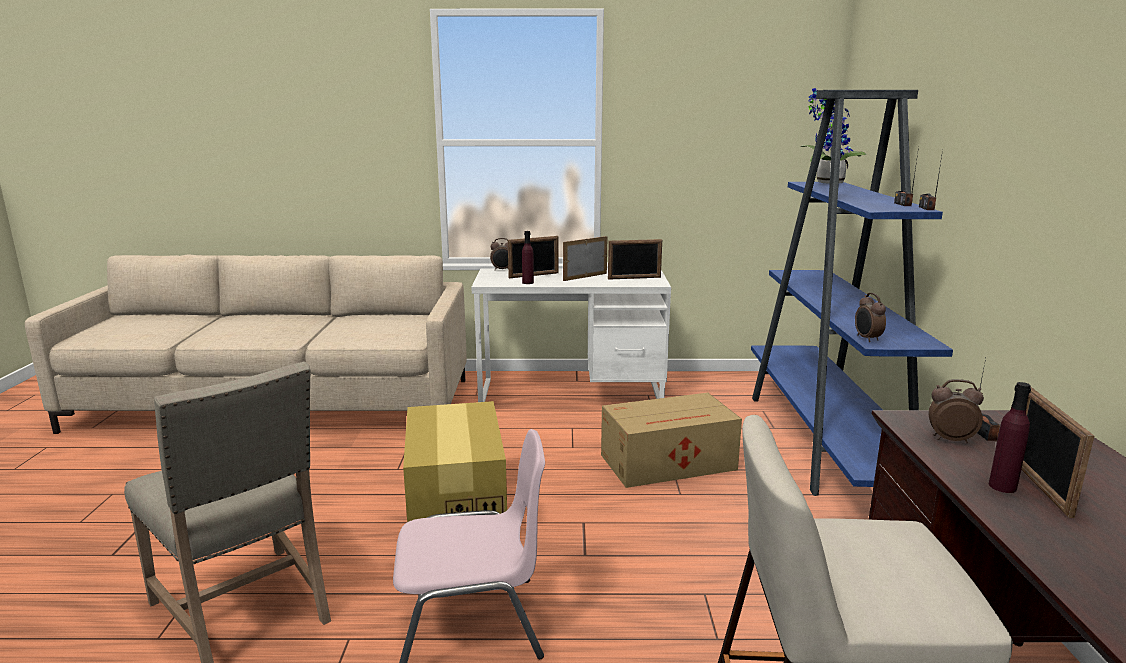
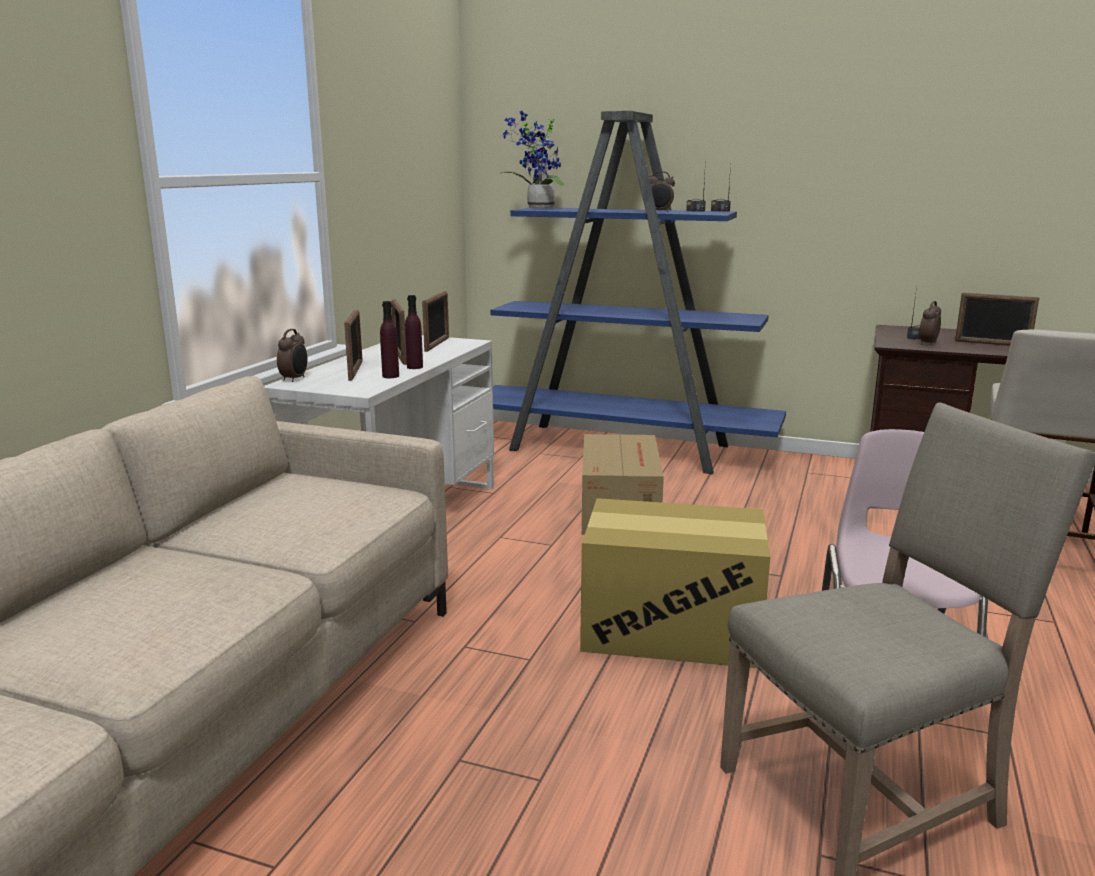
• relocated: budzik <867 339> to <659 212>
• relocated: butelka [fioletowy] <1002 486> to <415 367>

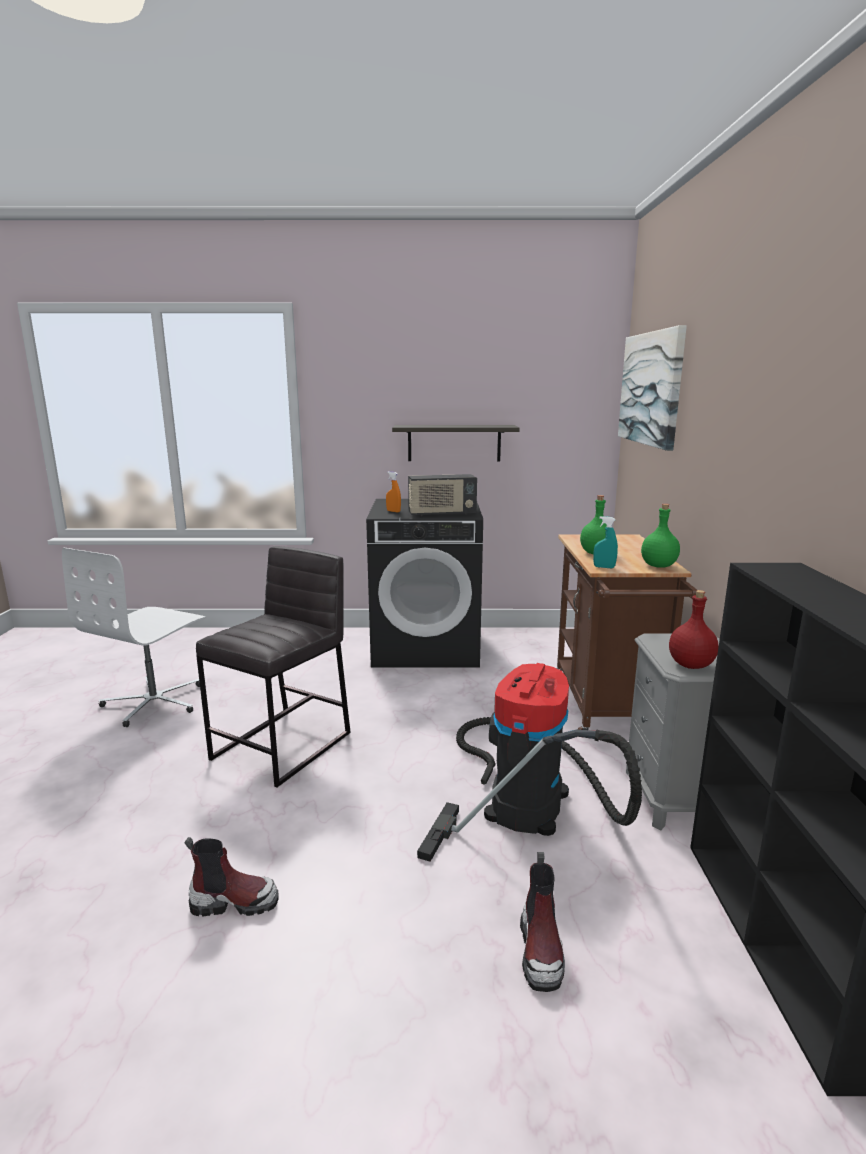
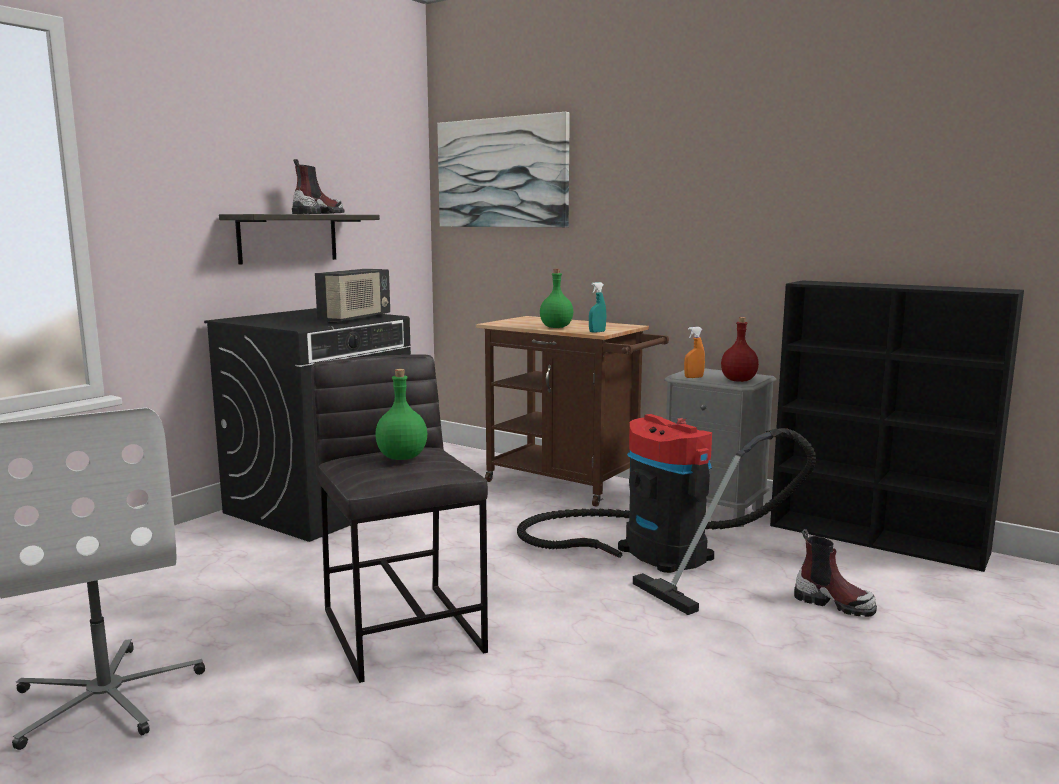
• relocated: spryskiwacz [pomarańczowy] <393 511> to <693 377>
• relocated: butelka [zielony] <659 566> to <403 457>
• relocated: but z cholewką <234 902> to <318 214>

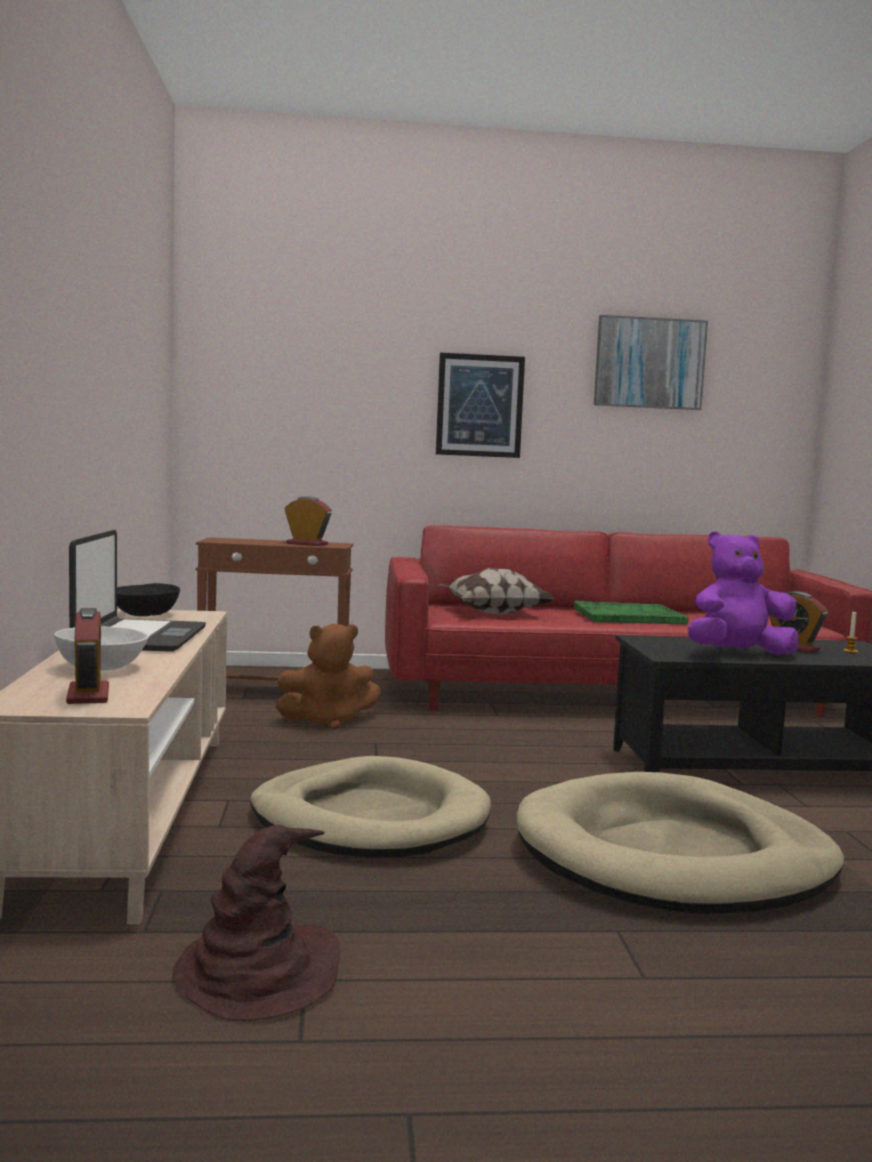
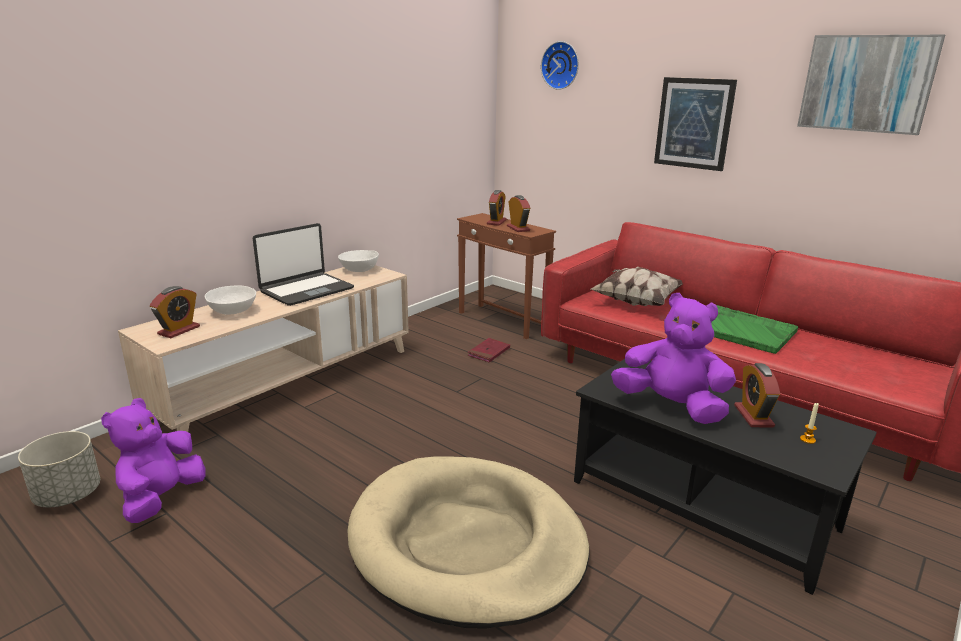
• colour: miska [czarny] <144 614> to miska [biały] <359 270>
• exchanged: pluszak [brązowy] <328 721> to książka [czerwony] <489 352>
• missing: legowisko [beżowy] <370 818>
• exchanged: kapelusz [brązowy] <258 973> to pluszak [fioletowy] <161 499>
• appeared: zegar ścienny <561 65>
• appeared: budzik <496 222>
• appeared: donica [szary] <67 495>

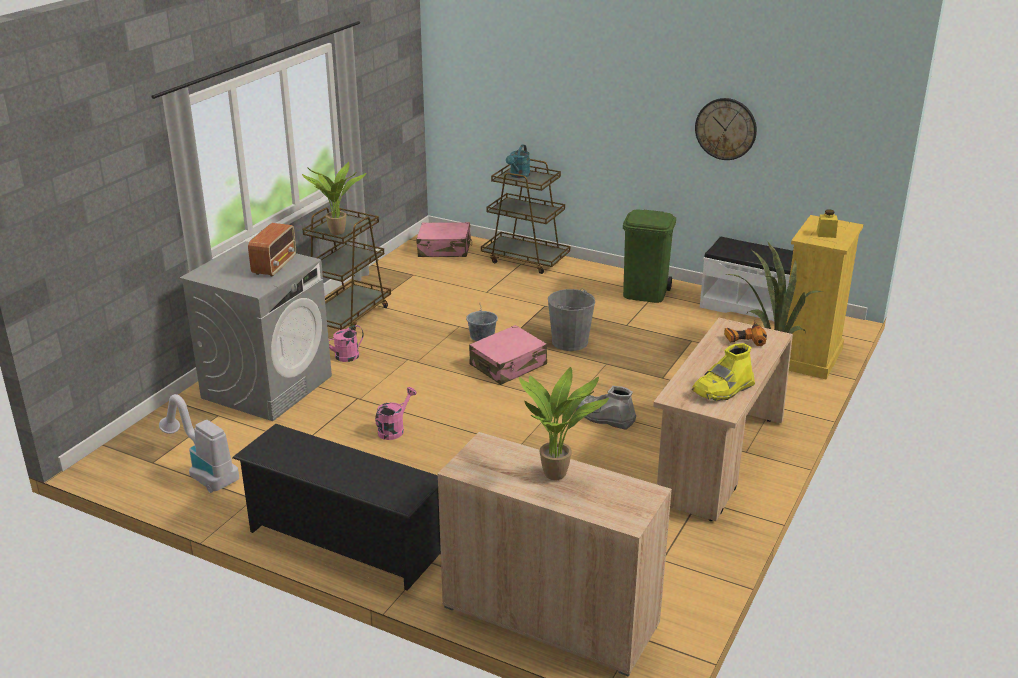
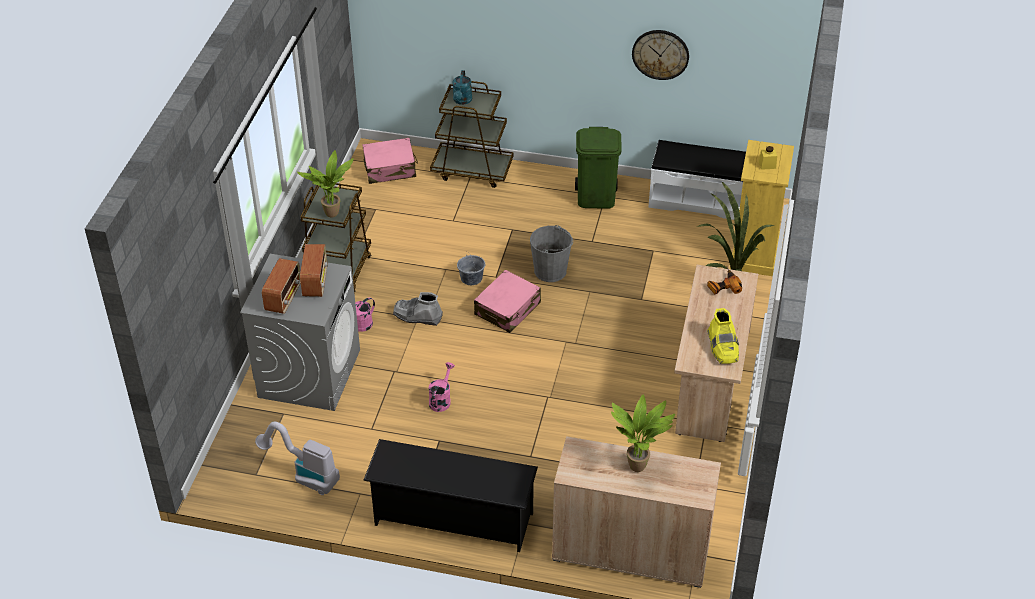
• spun: but z cholewką [żółty] <723 390> = <722 347> 45 degrees counterclockwise
• relocated: but z cholewką [szary] <605 418> to <417 316>
• appeared: radio <284 297>

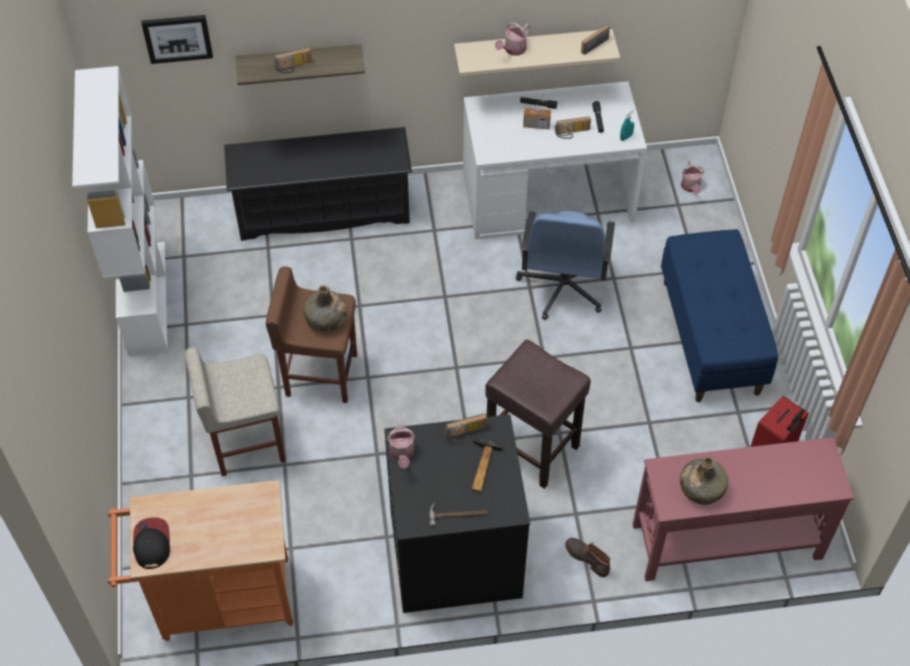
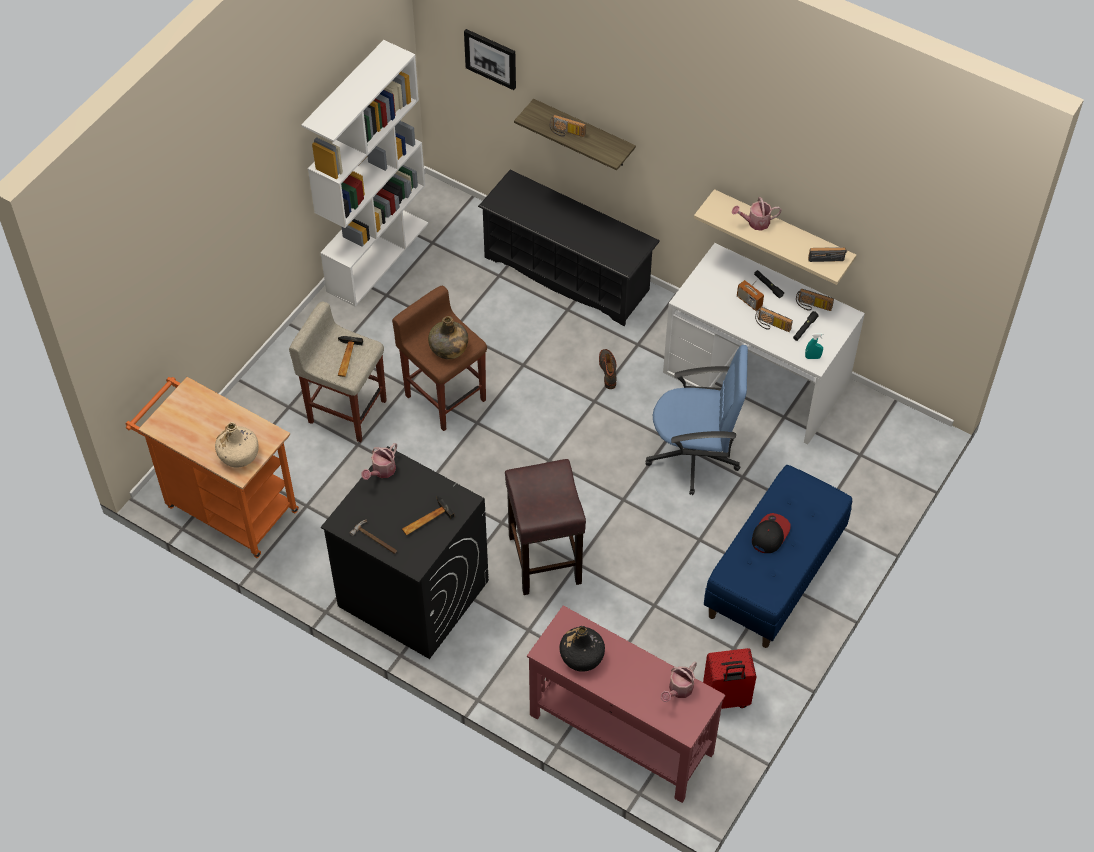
• relocated: konewka <690 187> to <678 690>
• spun: krzesło biurowe [niebieski] <563 286> = <694 455> 135 degrees counterclockwise
• relocated: radio <466 434> to <812 306>
• colour: butelka [zielony] <701 488> to butelka [czarny] <582 656>
• relocated: czapka z daszkiem <151 544> to <770 534>
• relocated: but z cholewką <588 558> to <608 371>
• appeared: młotek <345 358>
• appeared: butelka [beżowy] <239 454>

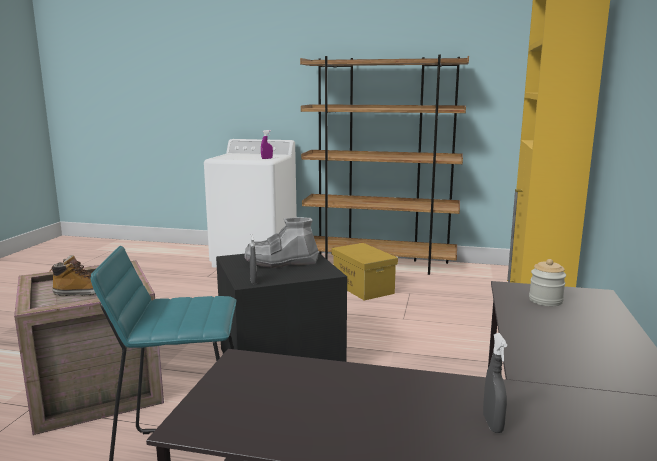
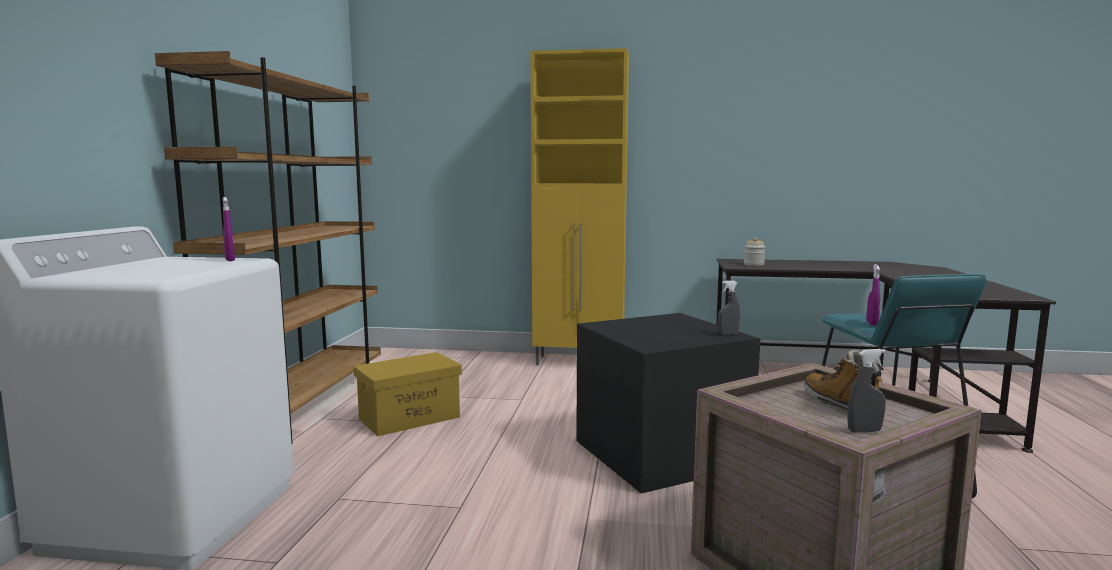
• missing: but z cholewką [szary] <281 262>
• relocated: spryskiwacz [szary] <492 424> to <864 431>
• appeared: spryskiwacz [fioletowy] <872 323>

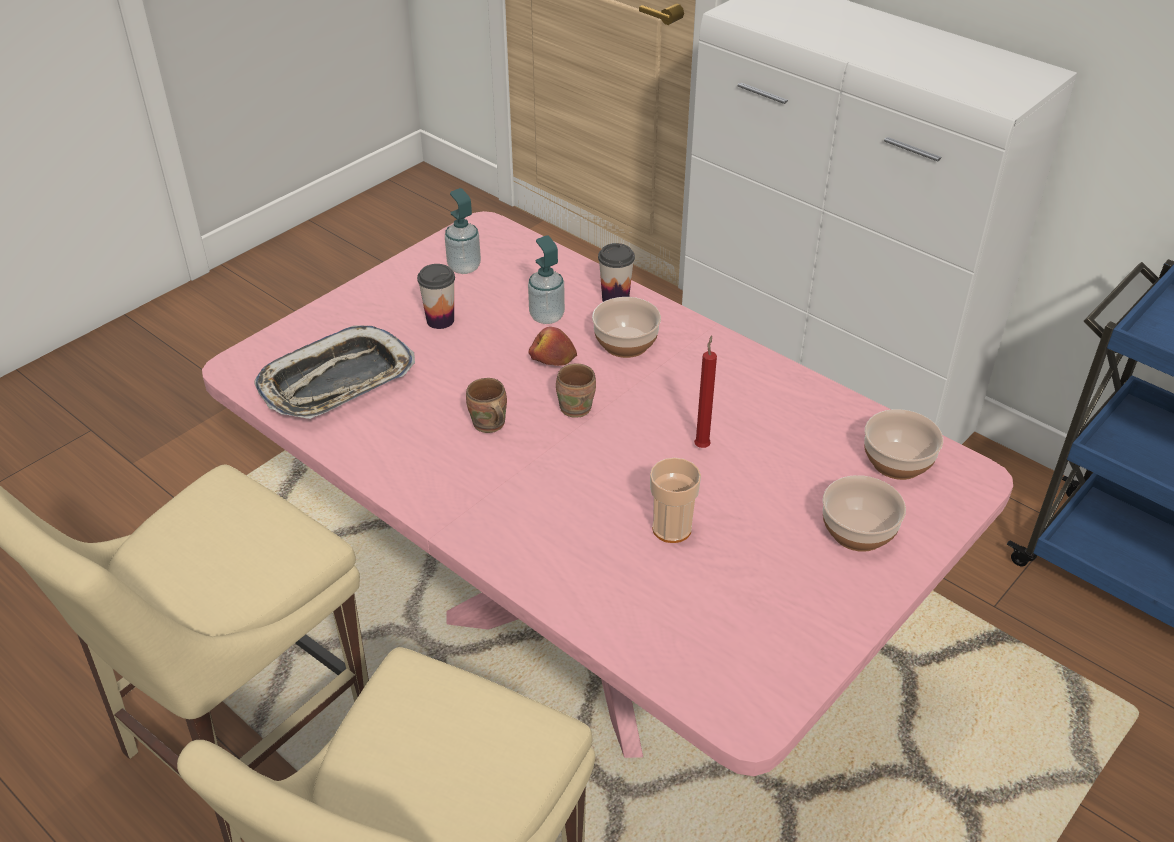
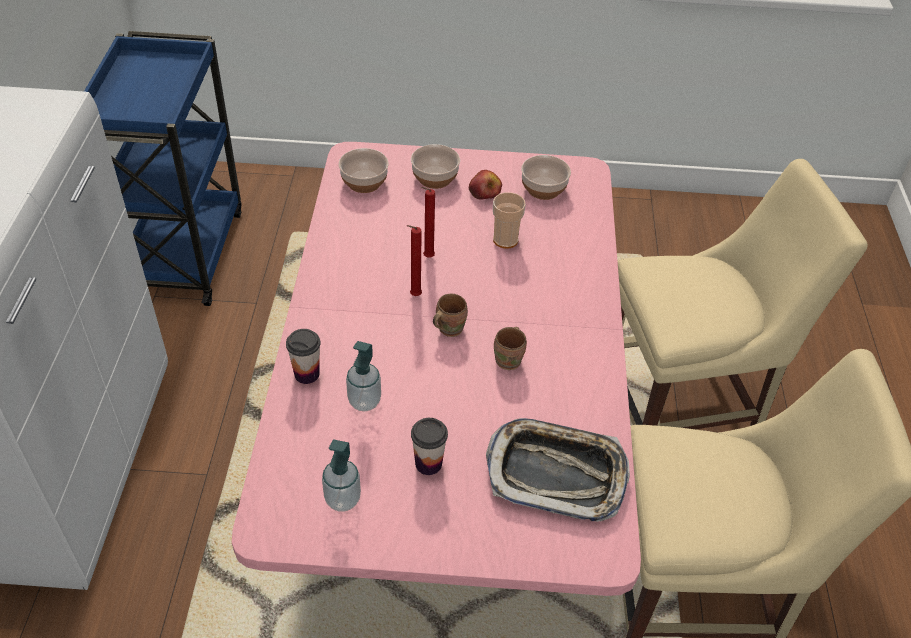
• relocated: miska <626 343> to <543 188>
• relocated: jabłko <552 359> to <485 192>
• appeared: świeca [czerwony] <414 296>

